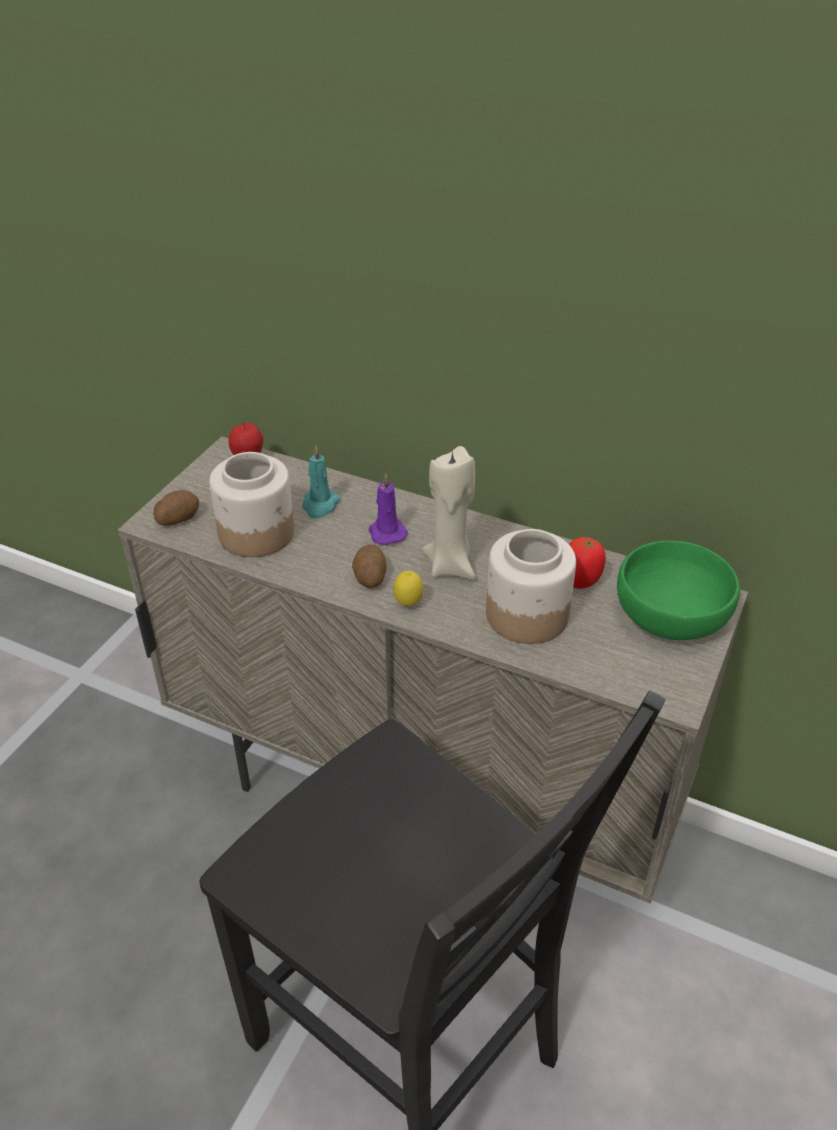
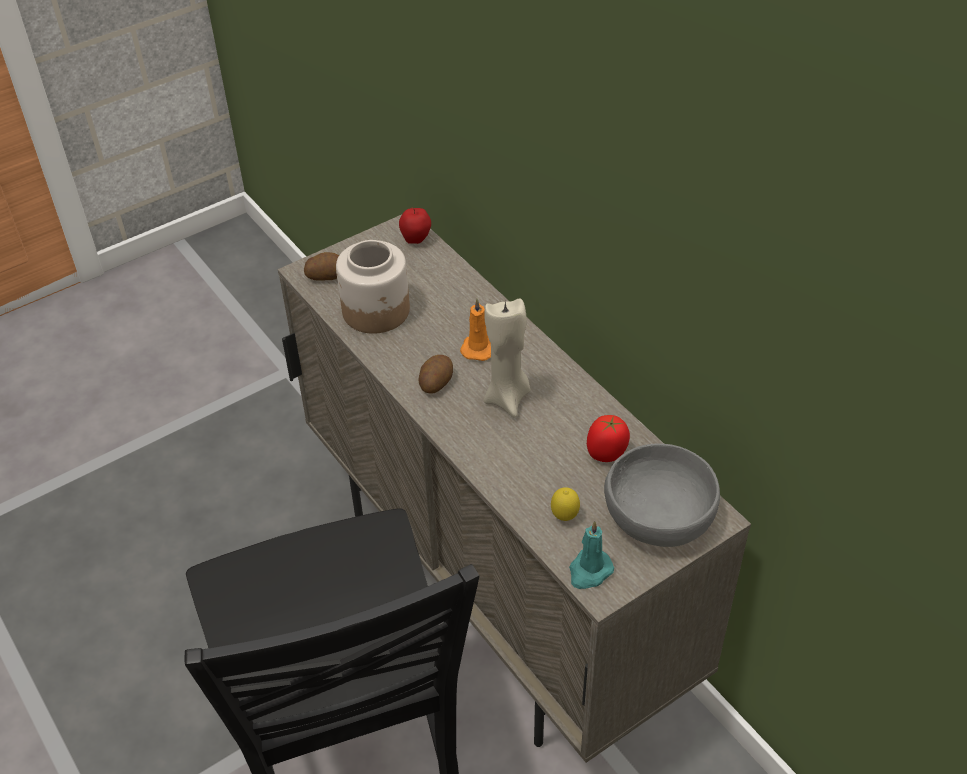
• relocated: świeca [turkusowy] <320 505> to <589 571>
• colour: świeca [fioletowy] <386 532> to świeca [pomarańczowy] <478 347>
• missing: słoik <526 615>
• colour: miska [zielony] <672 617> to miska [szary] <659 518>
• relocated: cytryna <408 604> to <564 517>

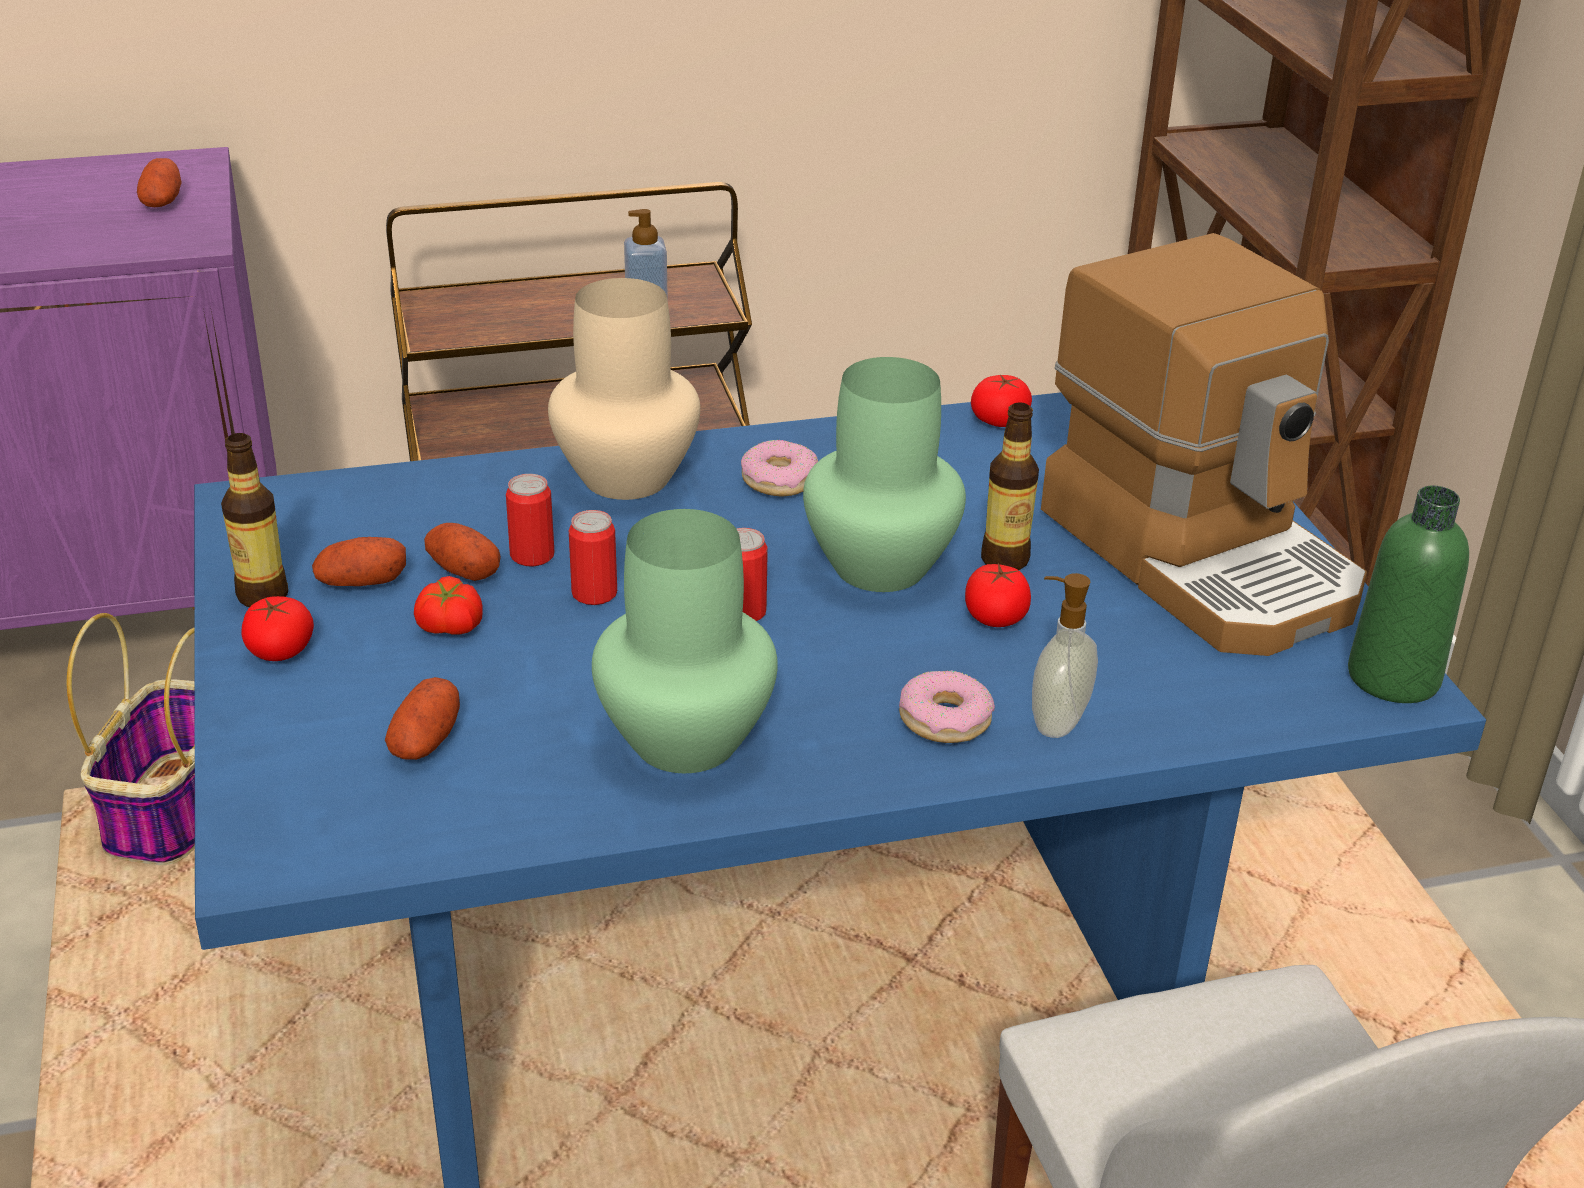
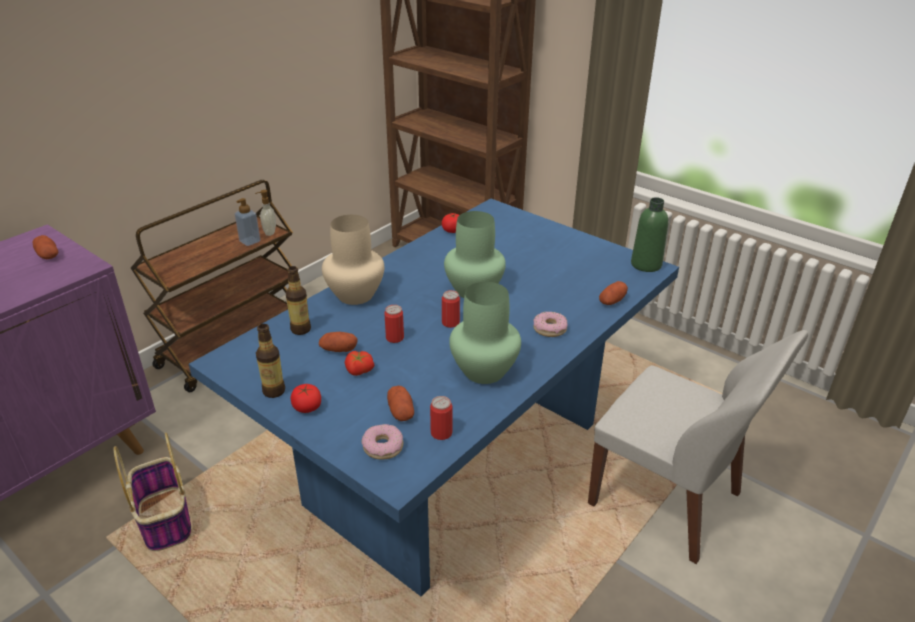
• missing: ekspres do kawy <1203 556>
• relocated: butelka <1005 560> to <301 329>
• relocated: donut <779 480> to <383 447>
• relocated: puszka <532 555> to <441 433>
• relocated: ziemniak <361 582> to <612 301>
• missing: pomidor <995 616>
• relocated: dozownik mydła <1056 721> to <269 232>

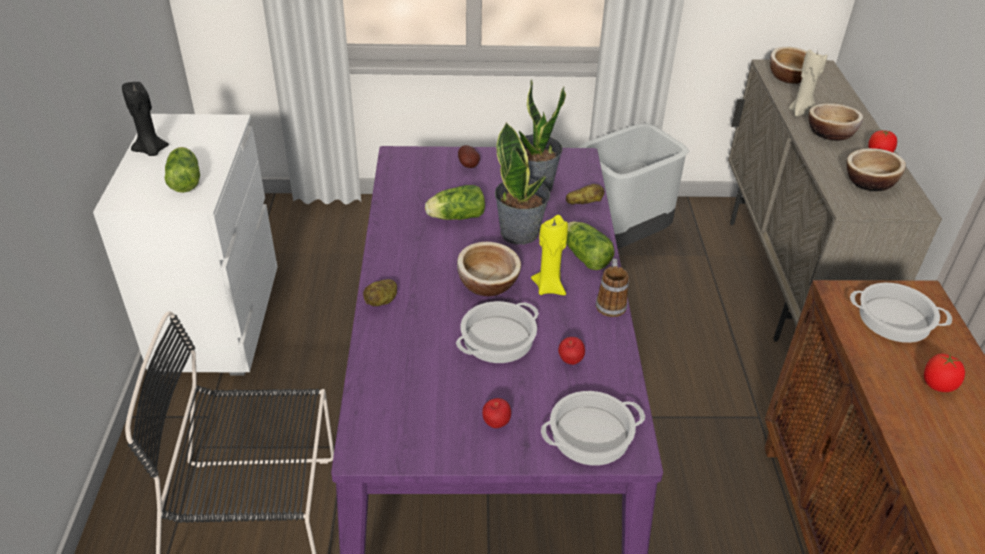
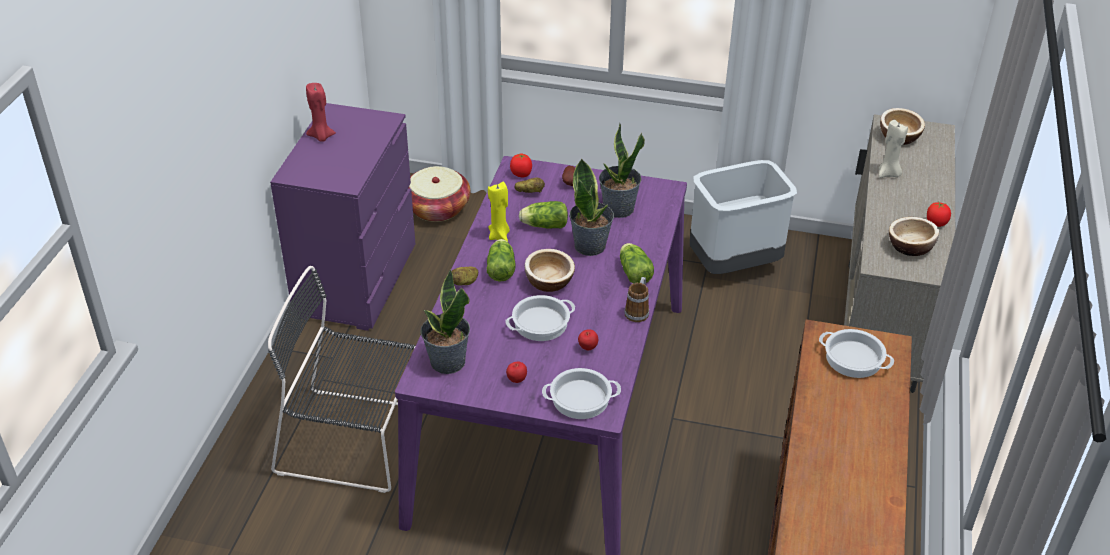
• colour: świeca [czarny] <151 151> to świeca [czerwony] <321 137>
• missing: miska <830 133>
• colour: komoda [biały] <218 318> to komoda [fioletowy] <356 280>
• relocated: sałata <185 179> to <501 268>
• relocated: ziemniak <584 203> to <529 192>
• relocated: świeca [żółty] <549 287> to <499 236>
• relocated: pomidor <938 385> to <521 174>
• appeared: koszyk <437 208>
• appeared: roślina doniczkowa <447 362>

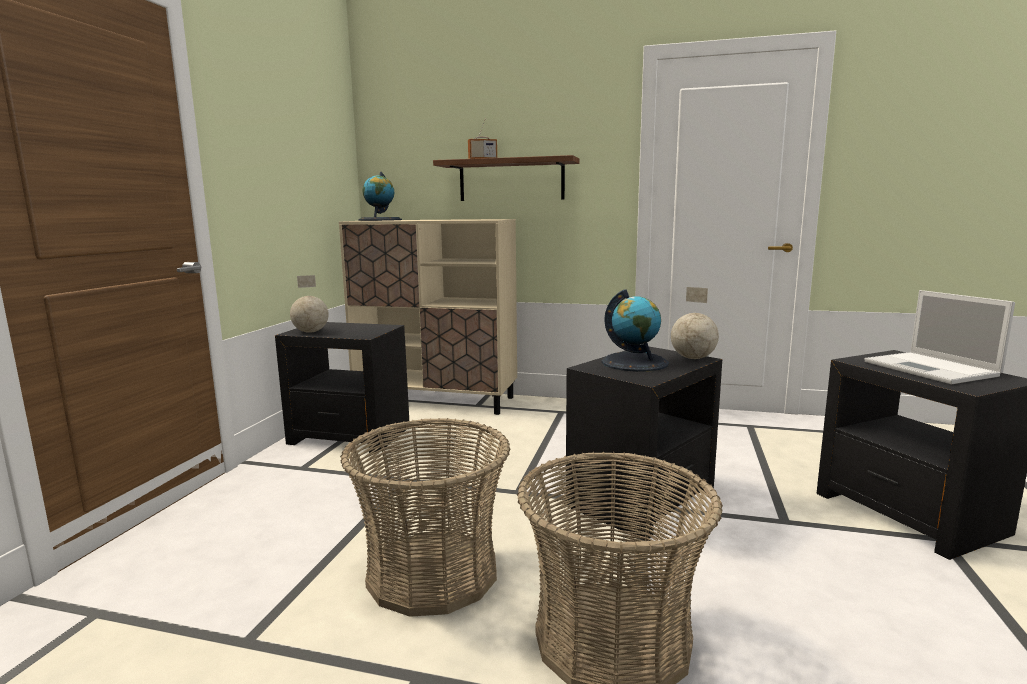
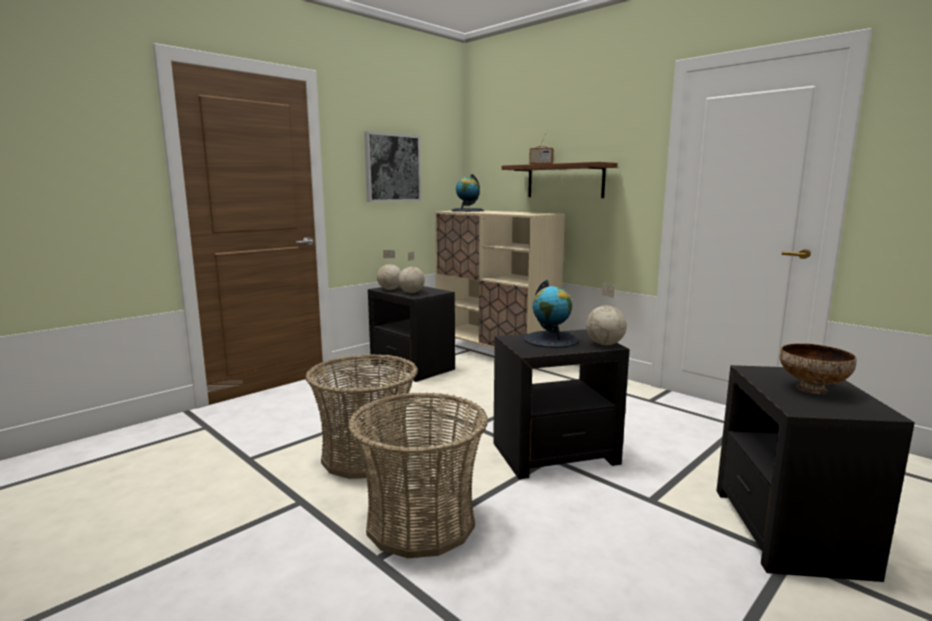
• exchanged: laptop <932 369> to miska <813 389>
• appeared: obraz <392 168>
• appeared: globus <412 292>

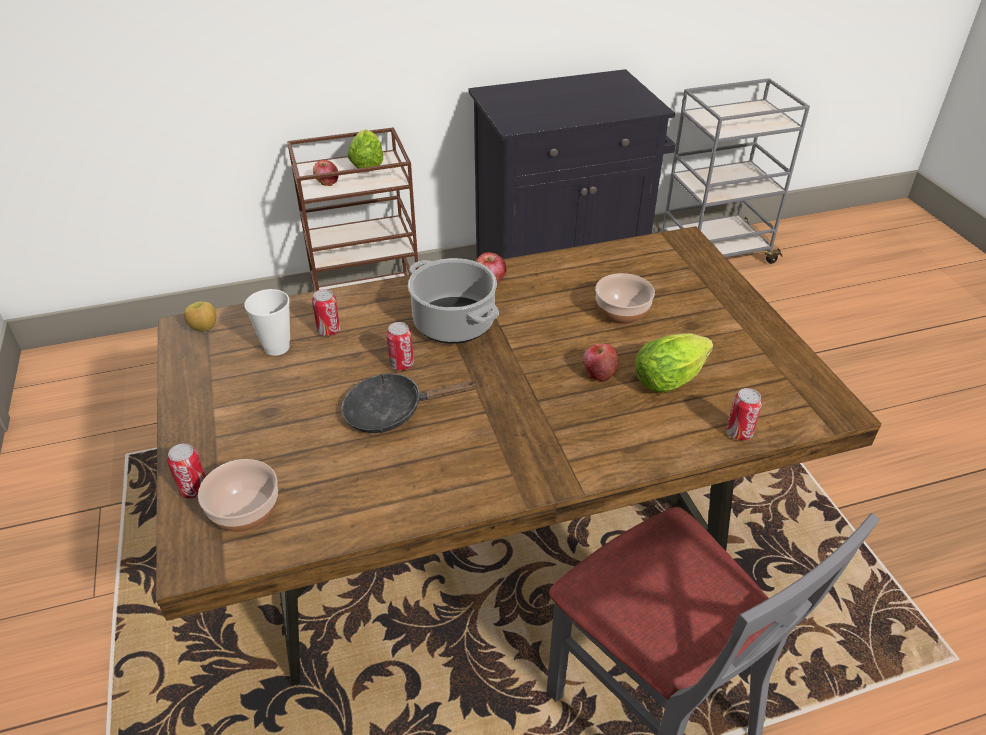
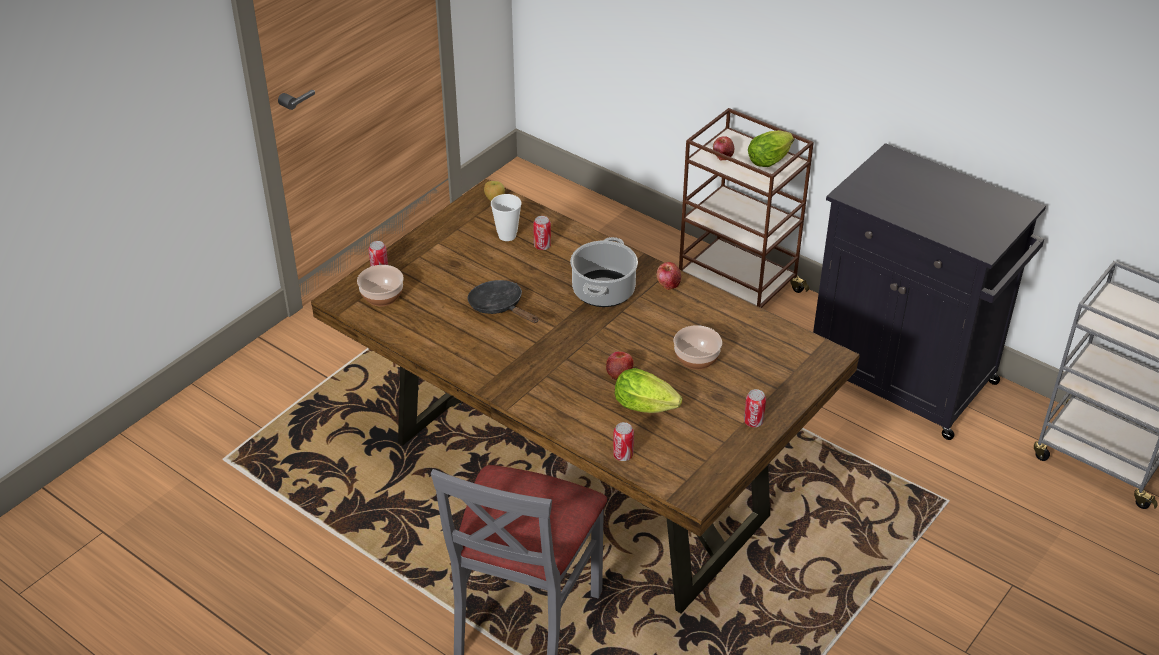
• relocated: puszka <401 364> to <753 422>

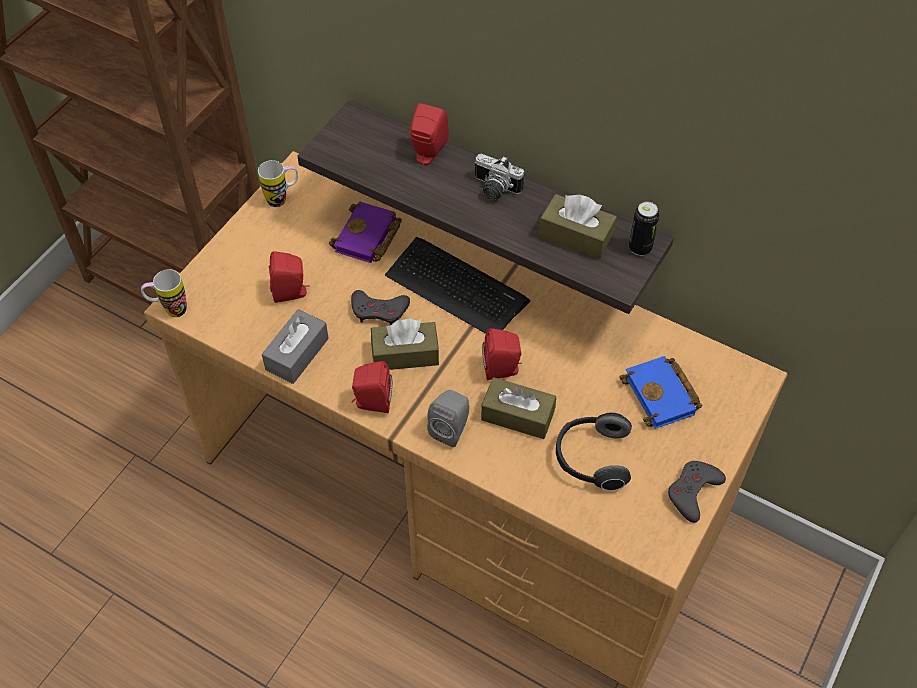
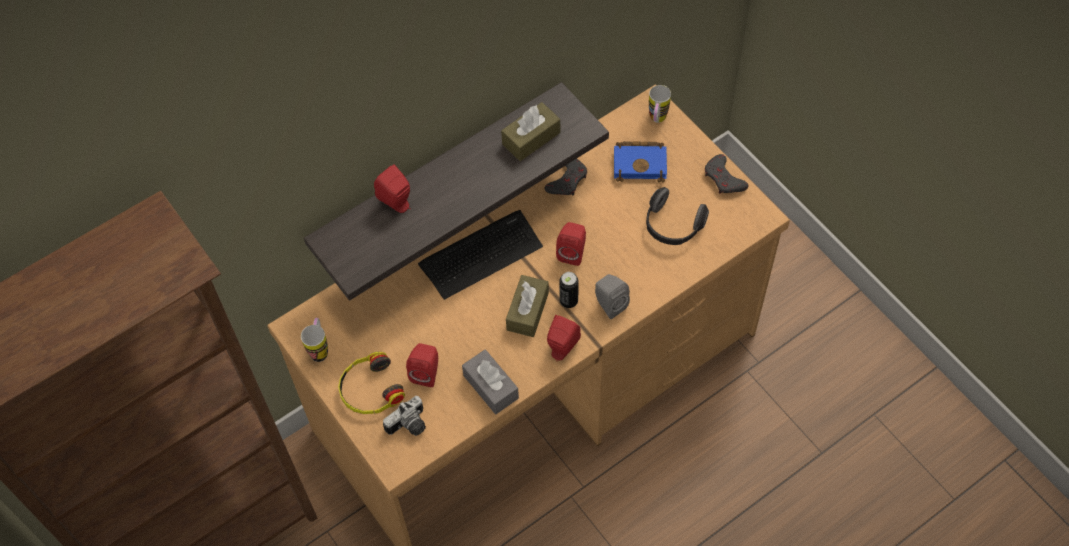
• relocated: aparat fotograficzny <494 189> to <409 426>
• missing: książka [fioletowy] <367 238>
• relocated: puszka <640 248> to <568 301>
• relocated: kubek <169 310> to <656 120>
• relocated: pad do gier [szary] <379 310> to <567 180>
• missing: pudełko chusteczek [brązowy] <517 415>
• appeared: słuchawki <370 390>

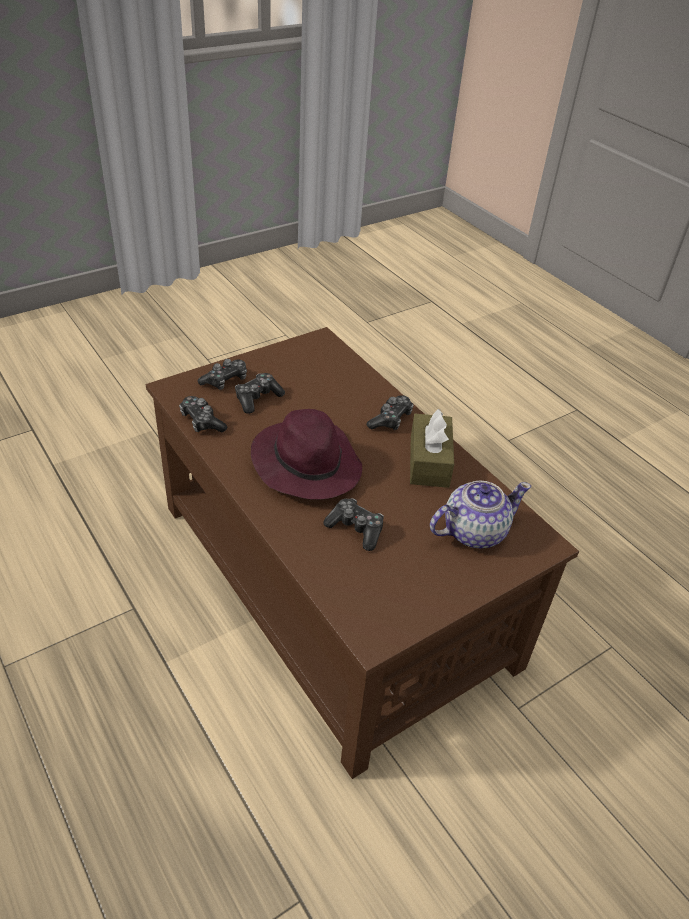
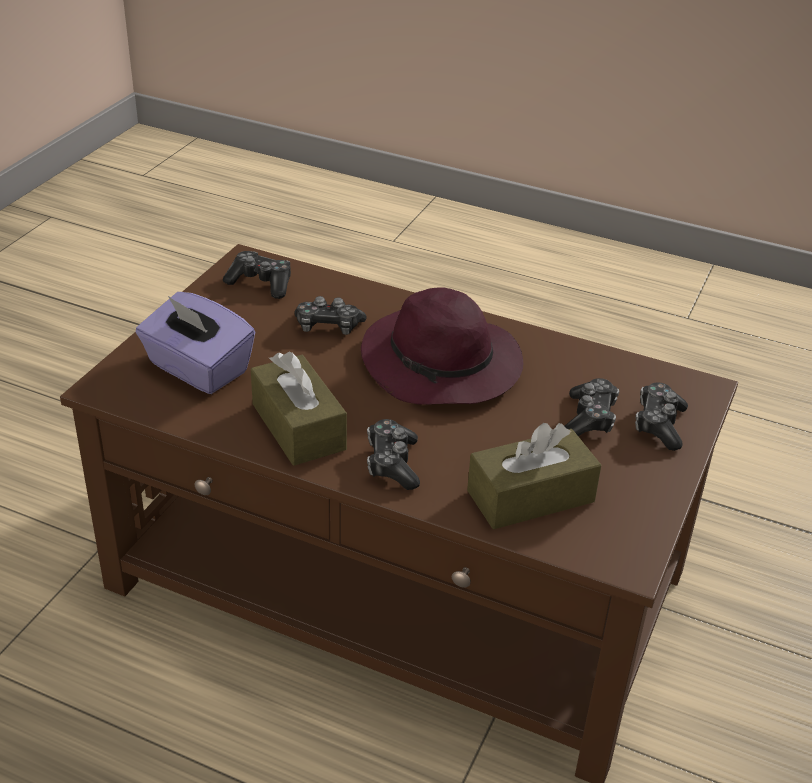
• relocated: pad do gier <202 421> to <261 283>
• exchanged: imbryk <473 531> to pudełko chusteczek [fioletowy] <197 369>
• appeared: pudełko chusteczek [brązowy] <530 496>

